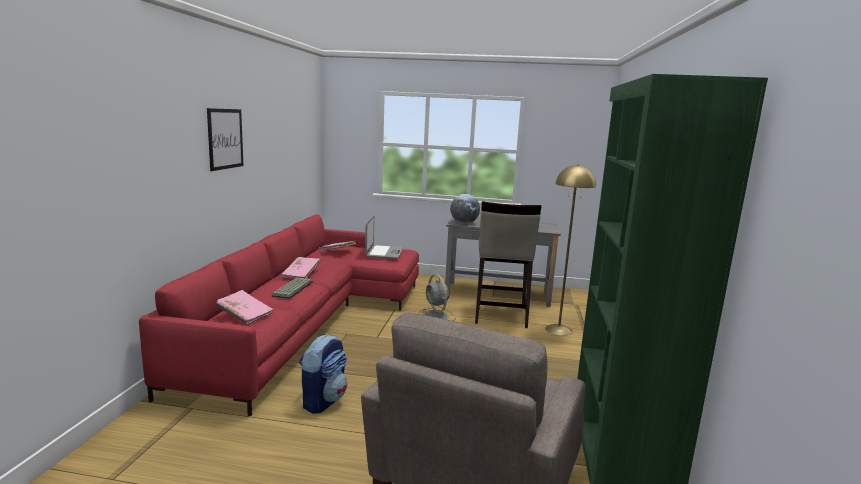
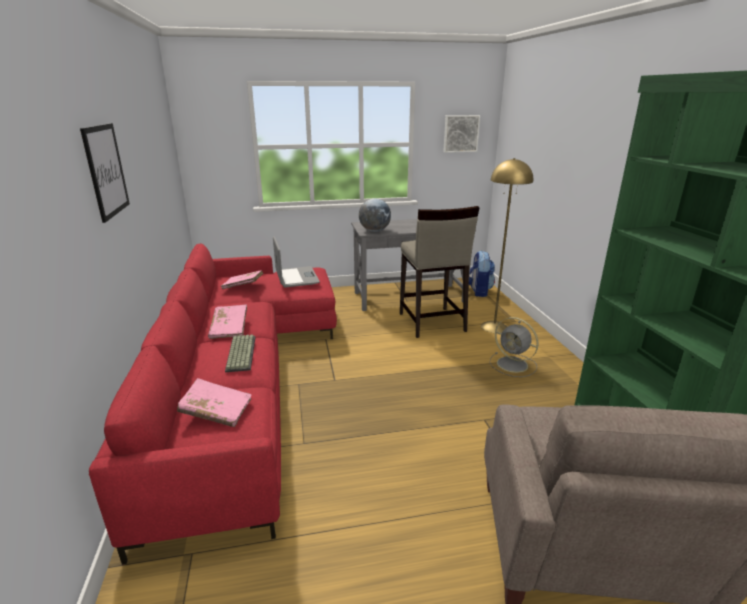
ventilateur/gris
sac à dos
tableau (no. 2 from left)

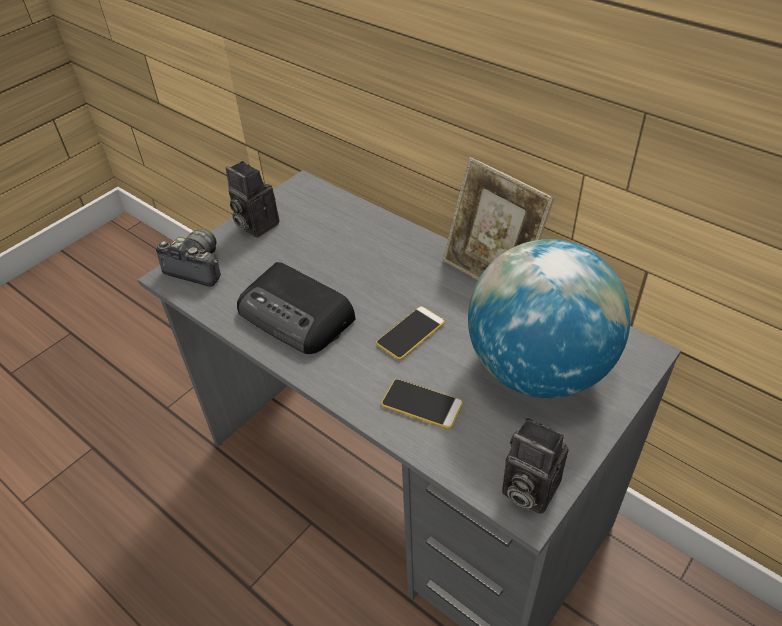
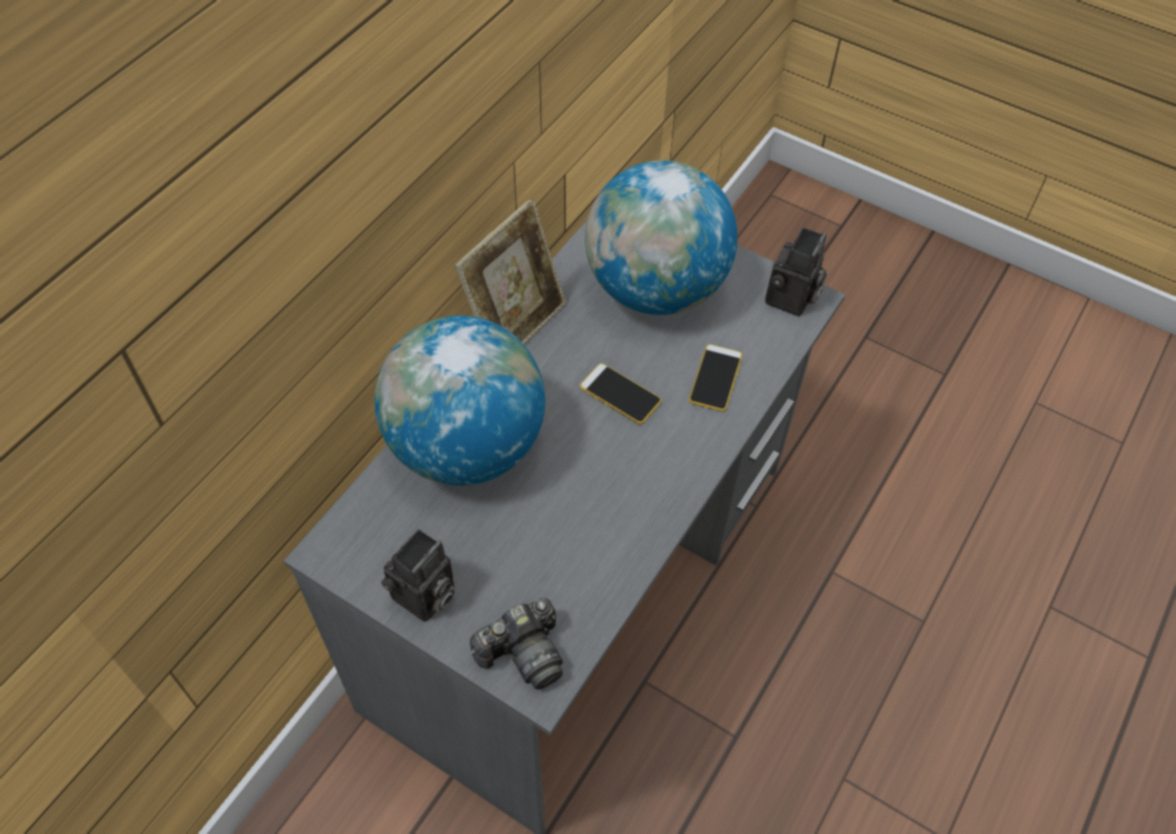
appareil photo (no. 2 from left)
radio
globe (no. 1 from left)

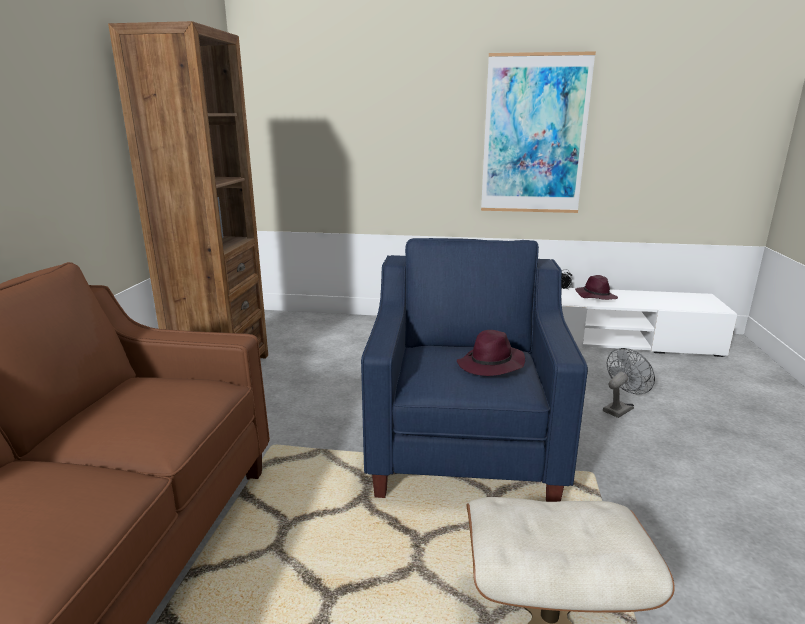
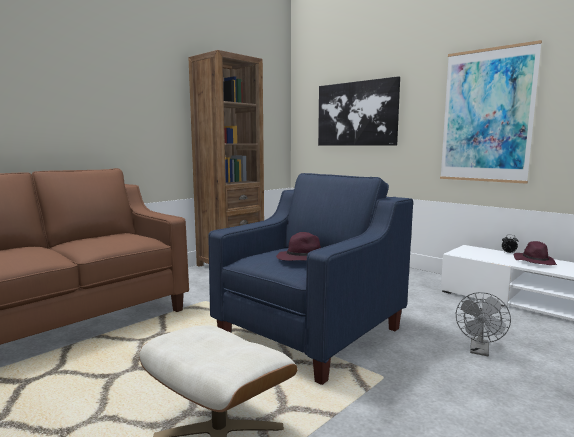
ventilateur/gris
tableau (no. 1 from left)

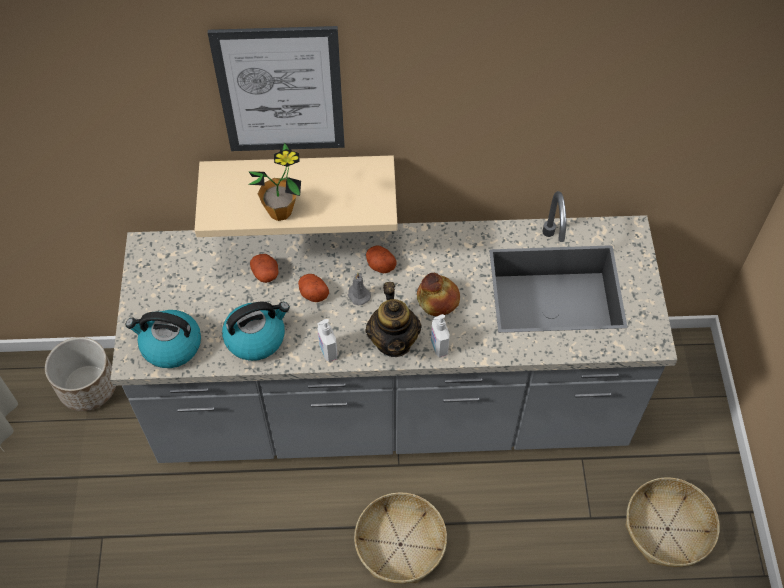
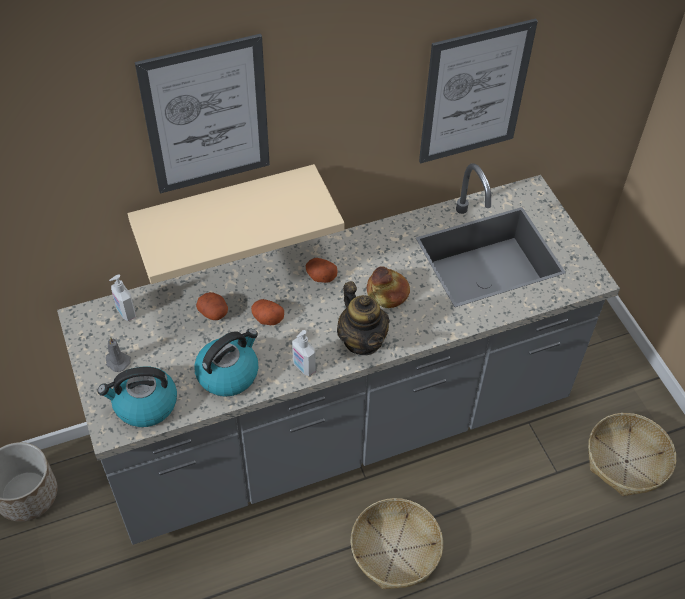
plante en pot
bougie/gris
distributeur de savon (no. 1 from left)
tableau (no. 2 from left)

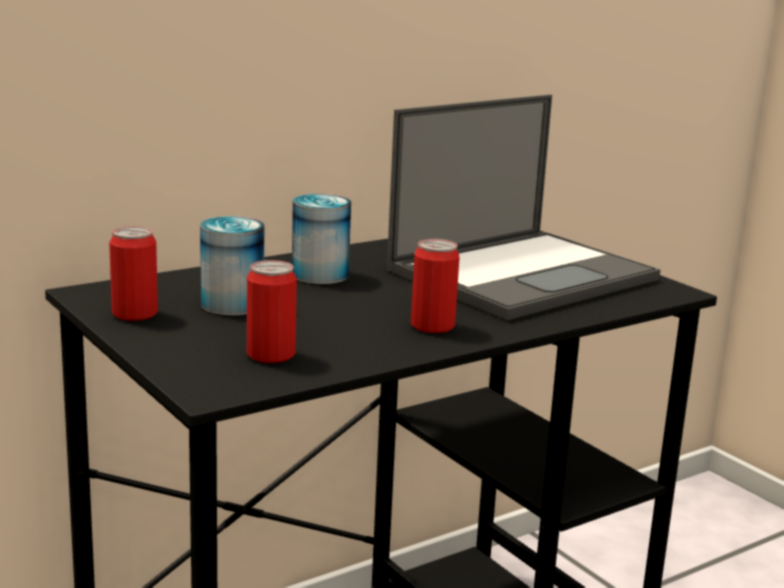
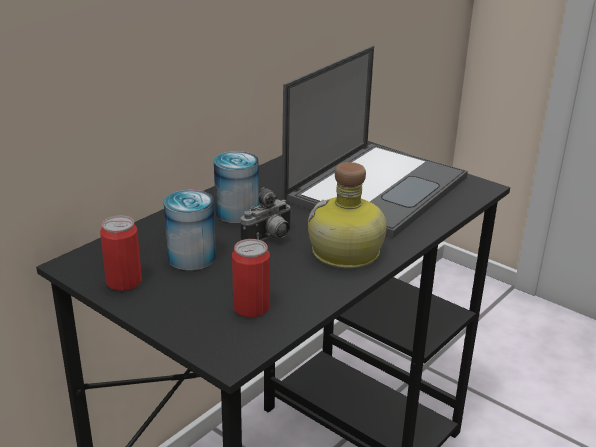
bouteille
appareil photo

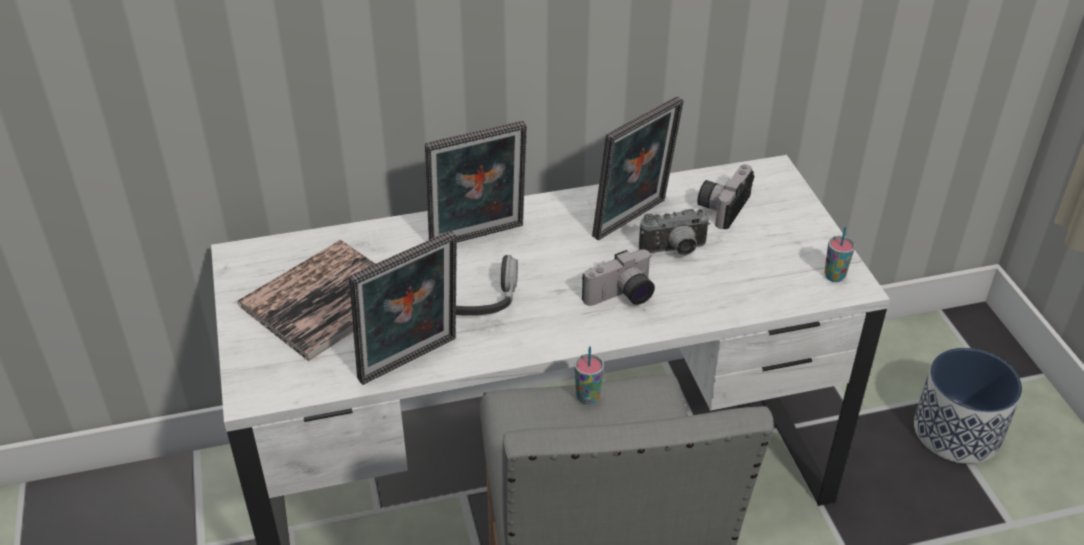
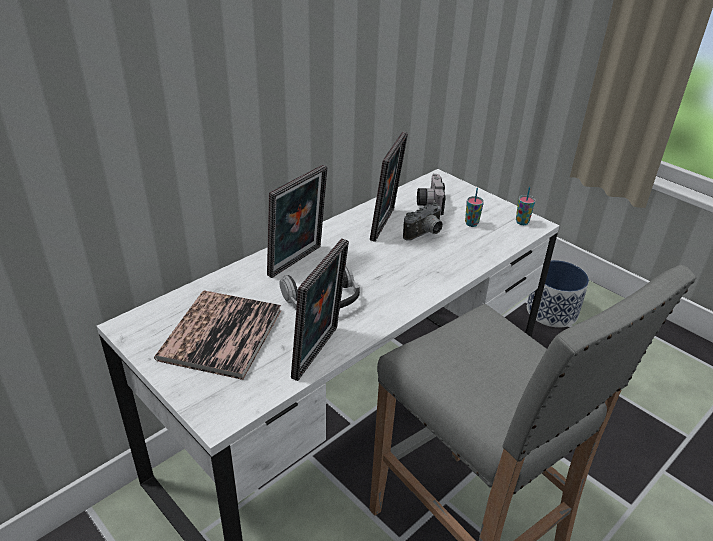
appareil photo (no. 1 from left in the first image)
tasse (no. 1 from left)

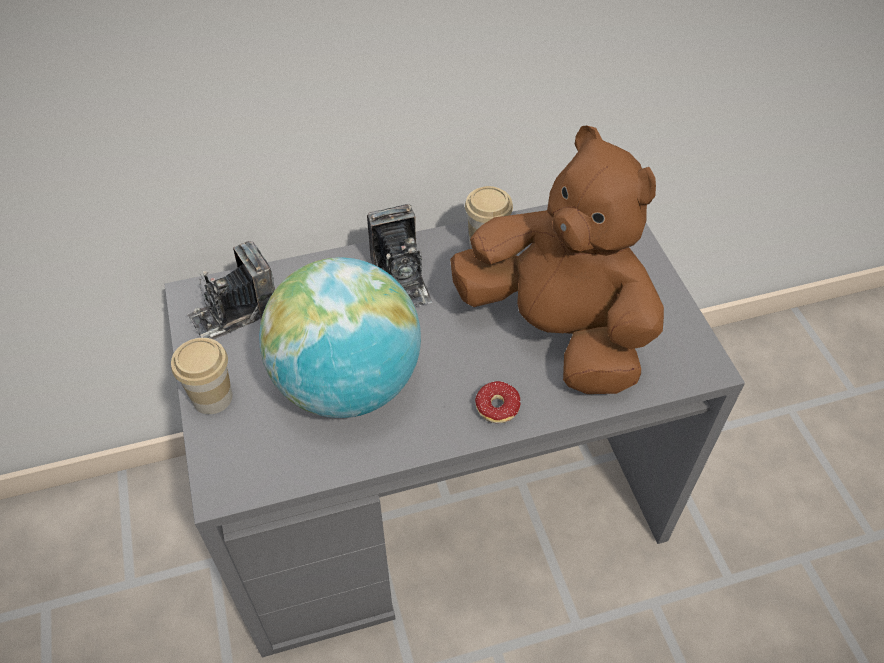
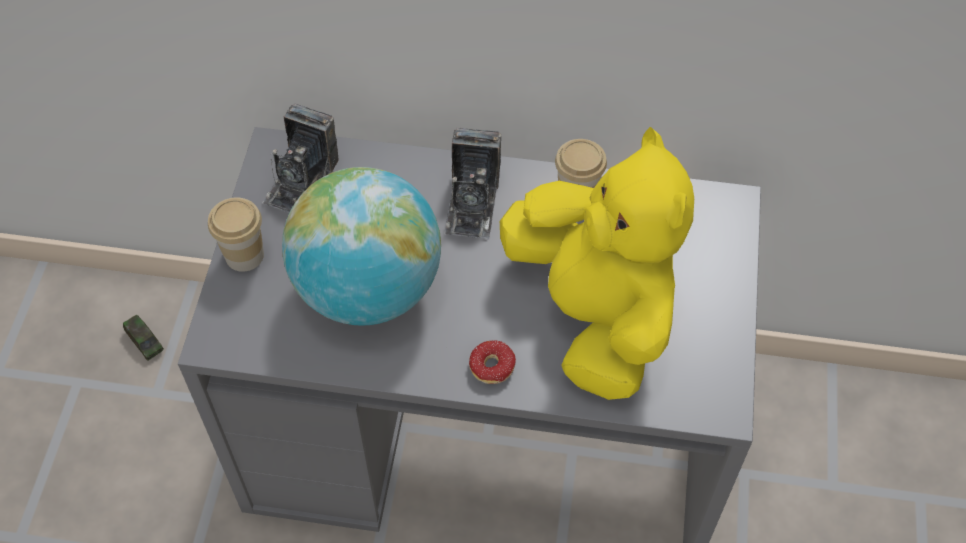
peluche/jaune
appareil photo (no. 1 from left)
petite voiture

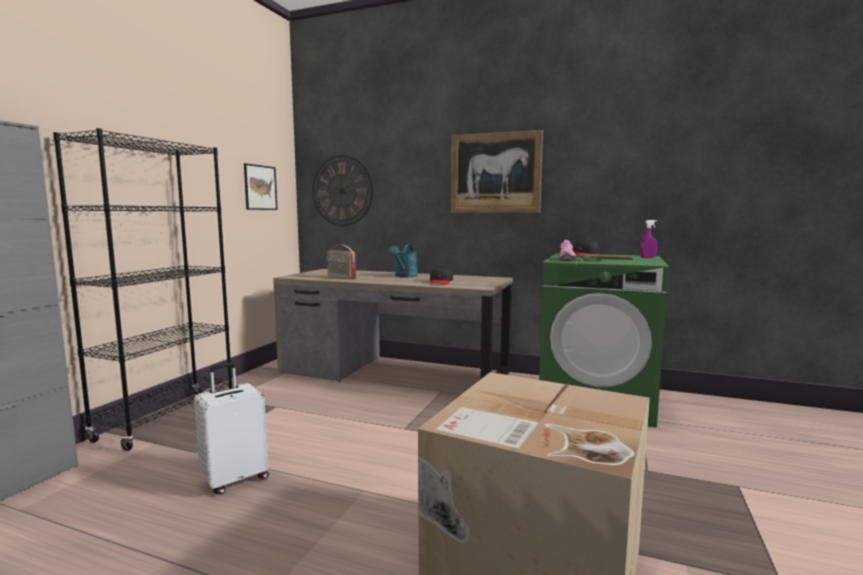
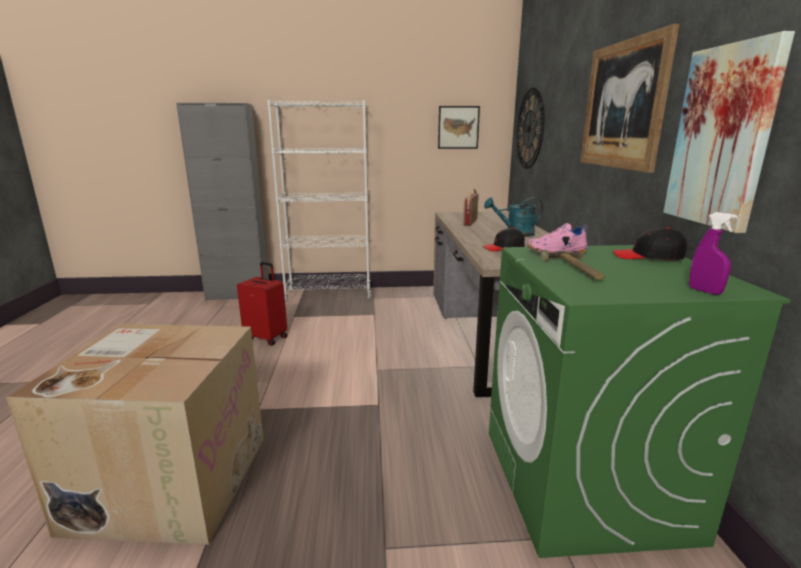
bibliothèque/blanc
valise/rouge
tableau (no. 3 from left)

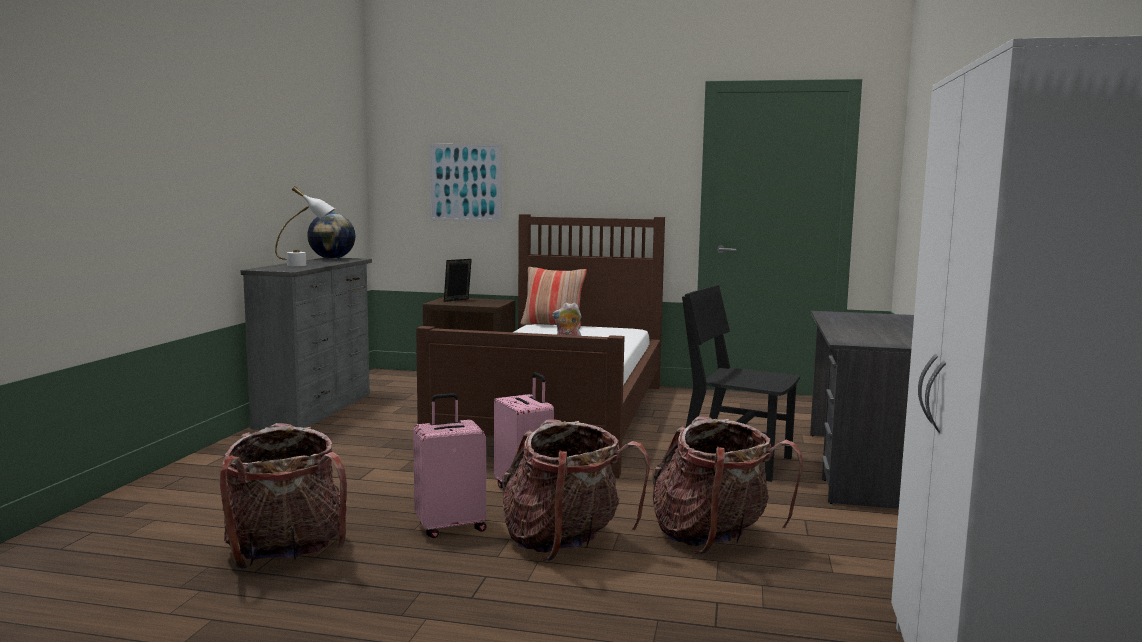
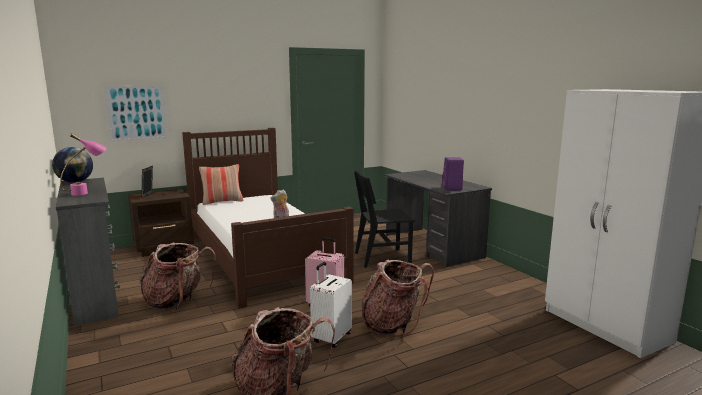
lampe de table/rose
valise/blanc
sac à dos (no. 1 from left)
enceinte/violet

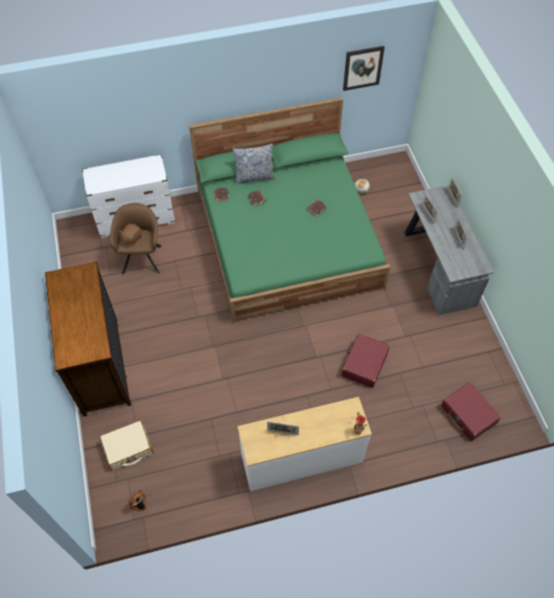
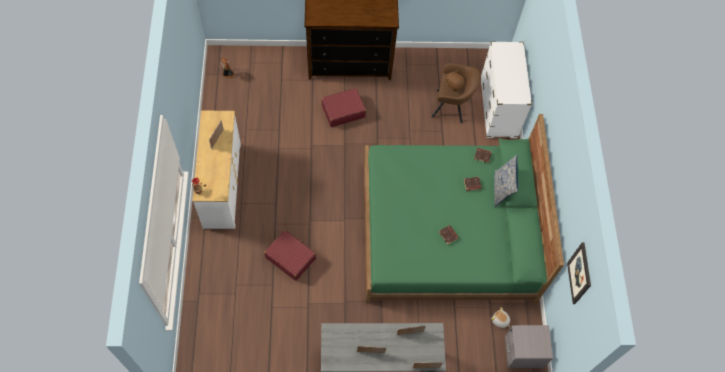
valise/rouge (no. 2 from left)
valise/beige
table de chevet/gris

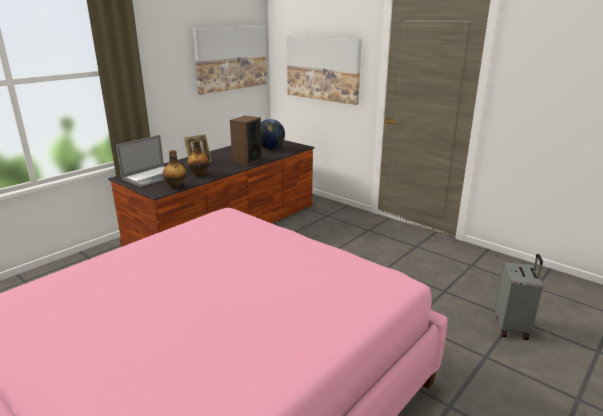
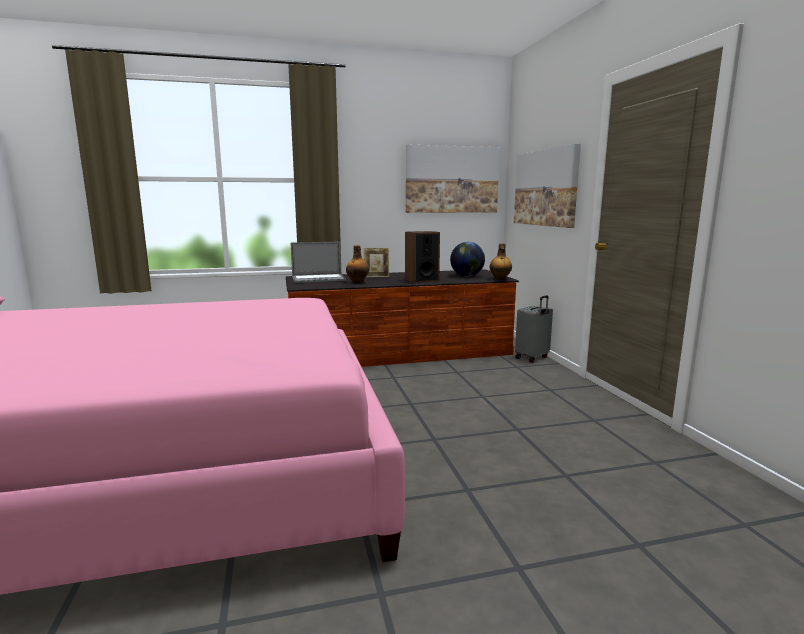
bouteille (no. 2 from left)
valise/gris

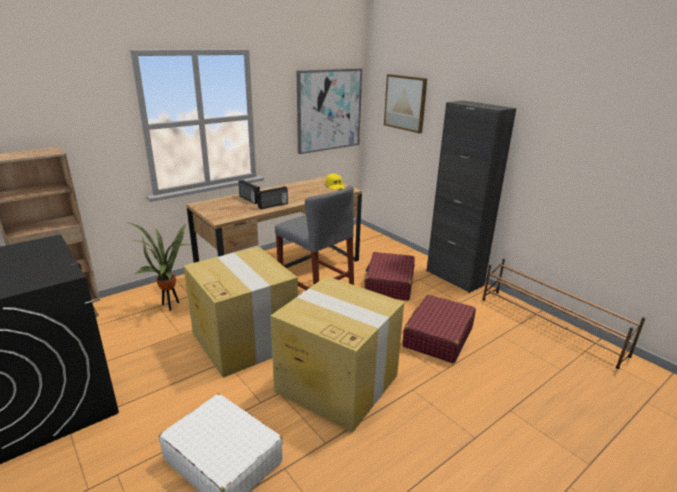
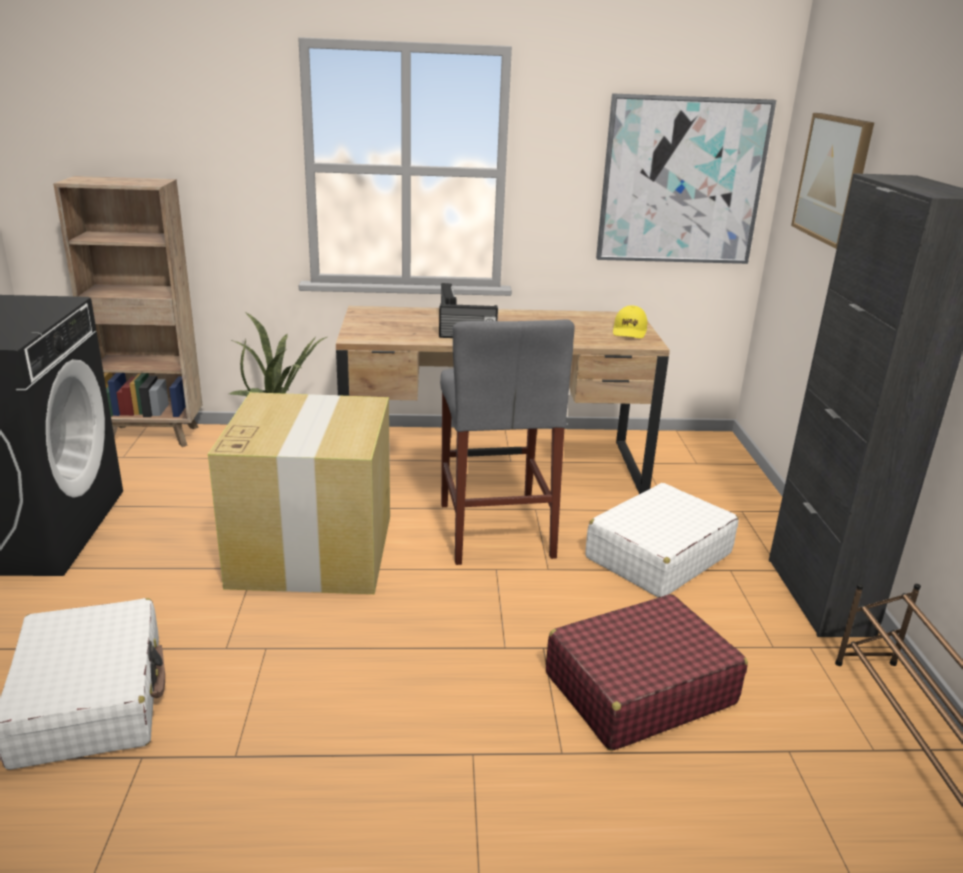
valise/blanc (no. 2 from left)
carton (no. 2 from left in the first image)

